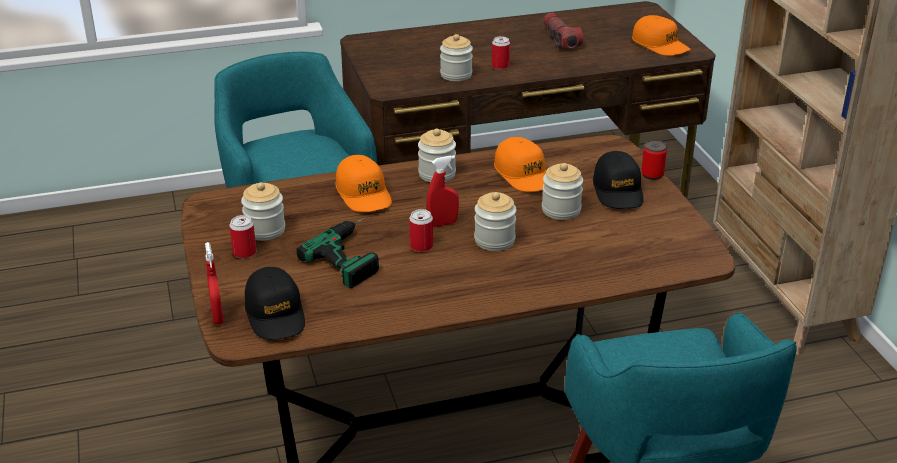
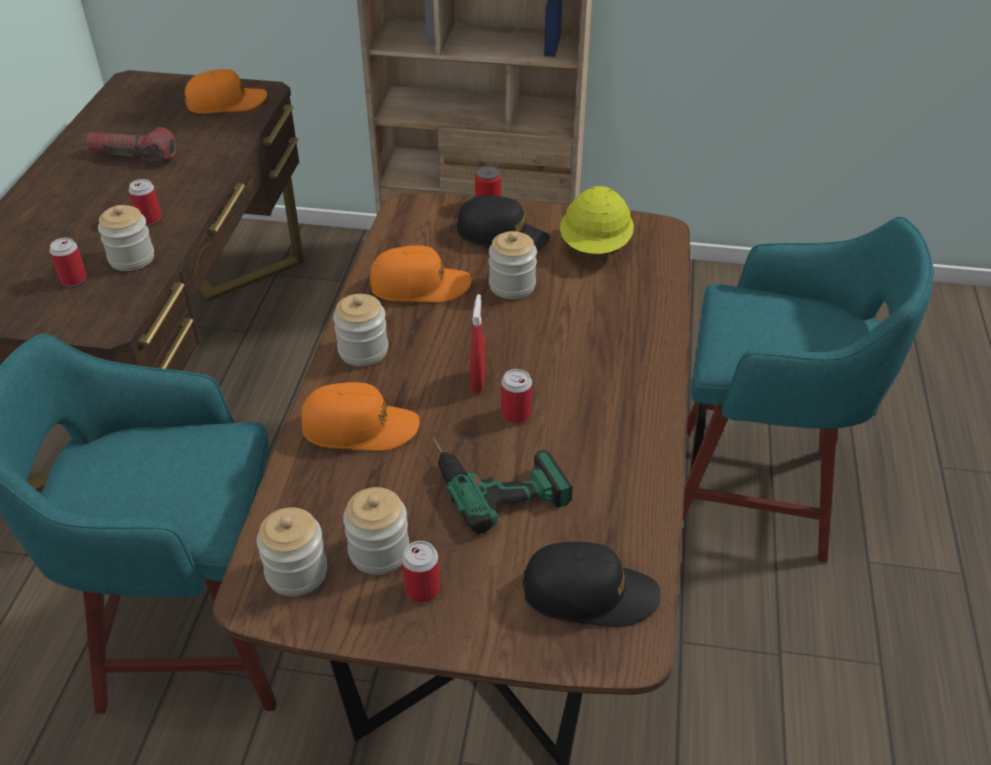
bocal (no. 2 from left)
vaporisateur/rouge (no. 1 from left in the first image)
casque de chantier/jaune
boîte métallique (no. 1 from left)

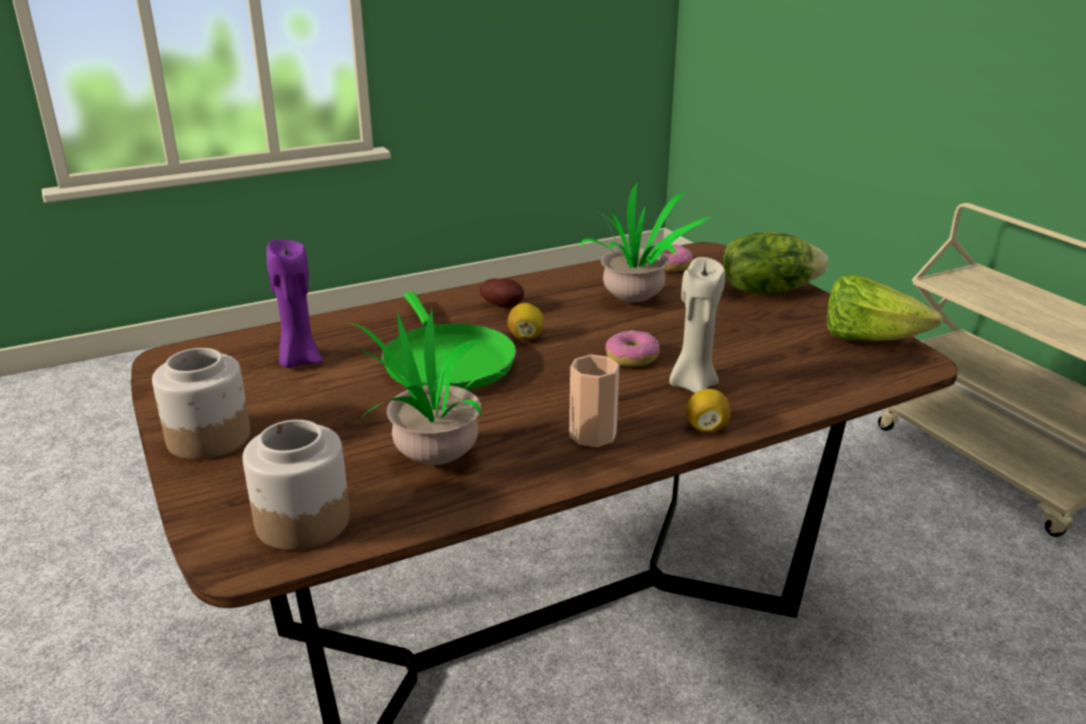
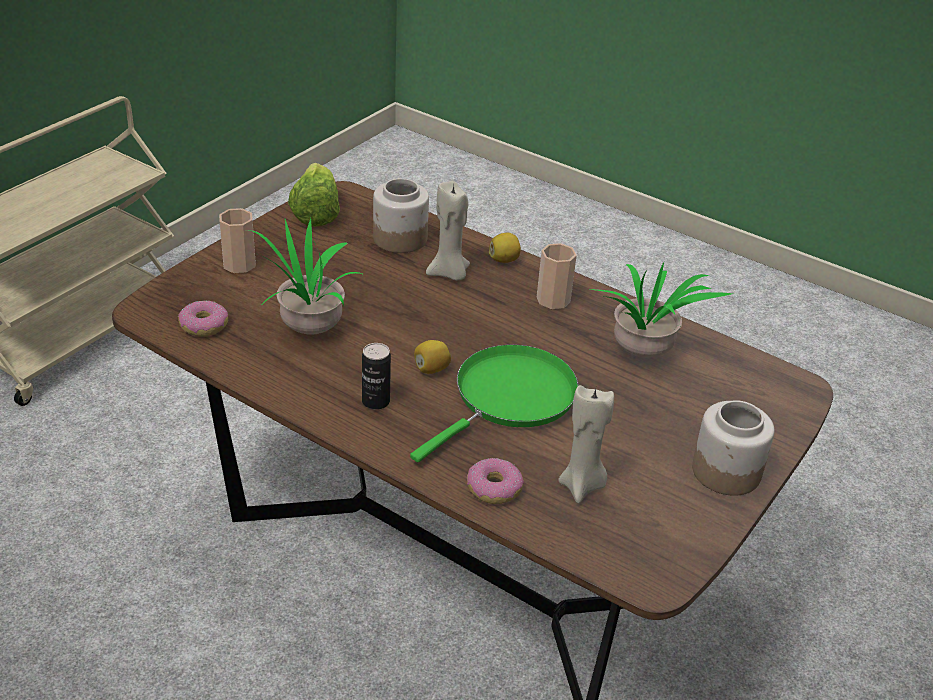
tasse (no. 1 from left)
bougie/beige (no. 2 from left)
boîte métallique
beignet (no. 2 from left)
bocal (no. 1 from left)

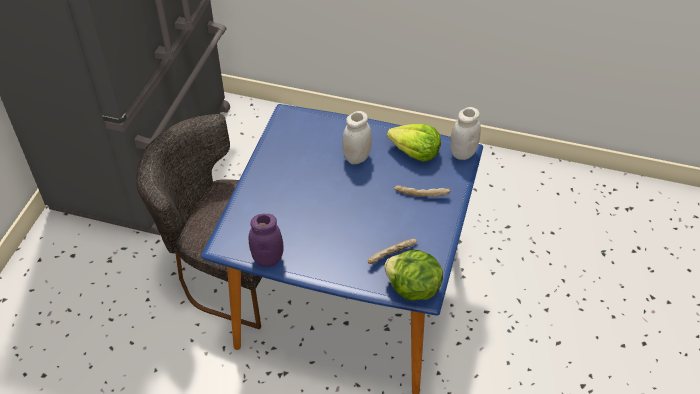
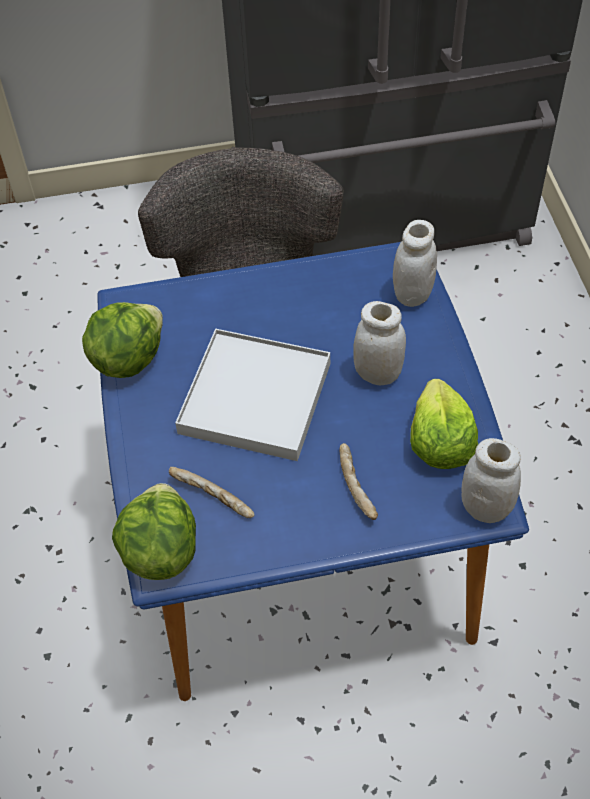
laitue (no. 1 from left)
bocal/blanc (no. 2 from left)
plateau/blanc

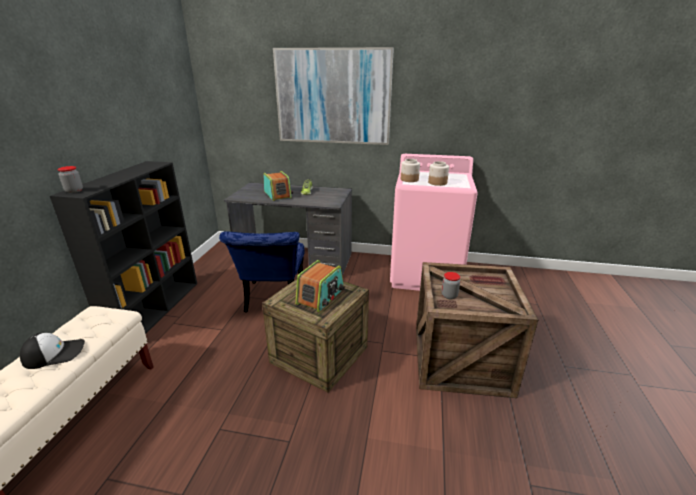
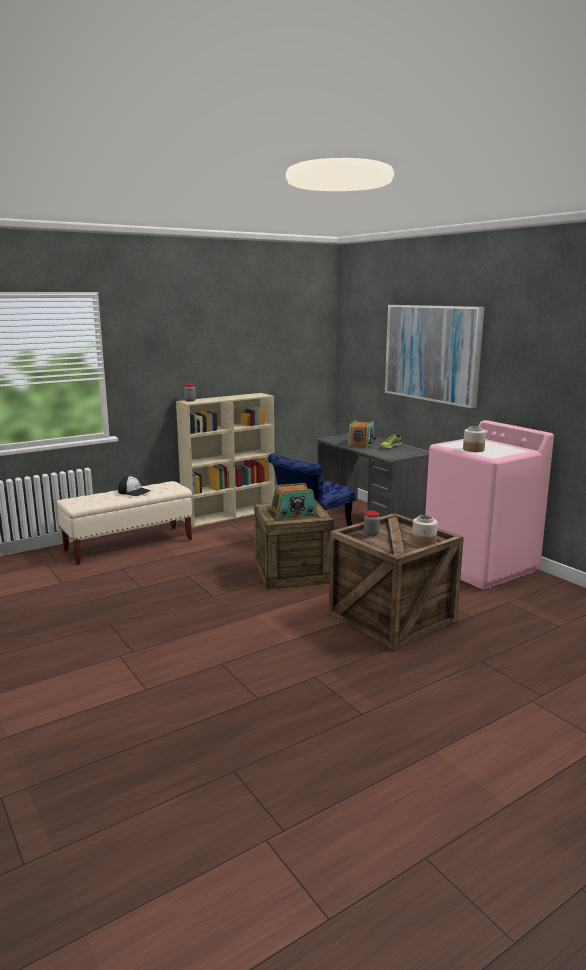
bocal (no. 3 from left)
bibliothèque/beige

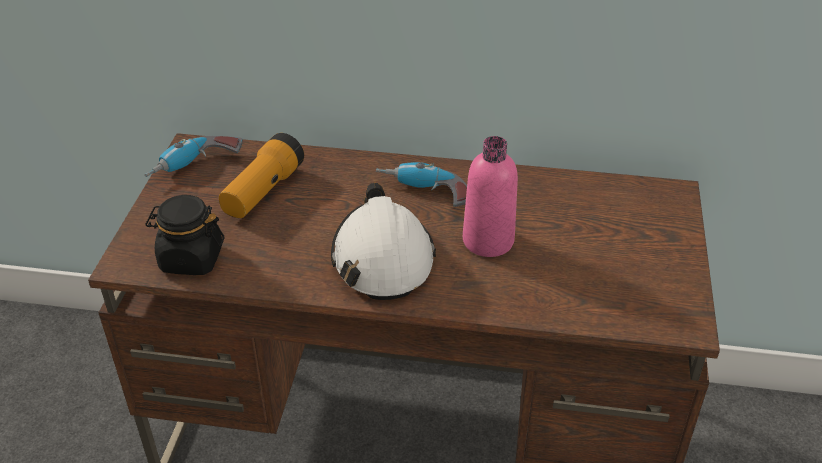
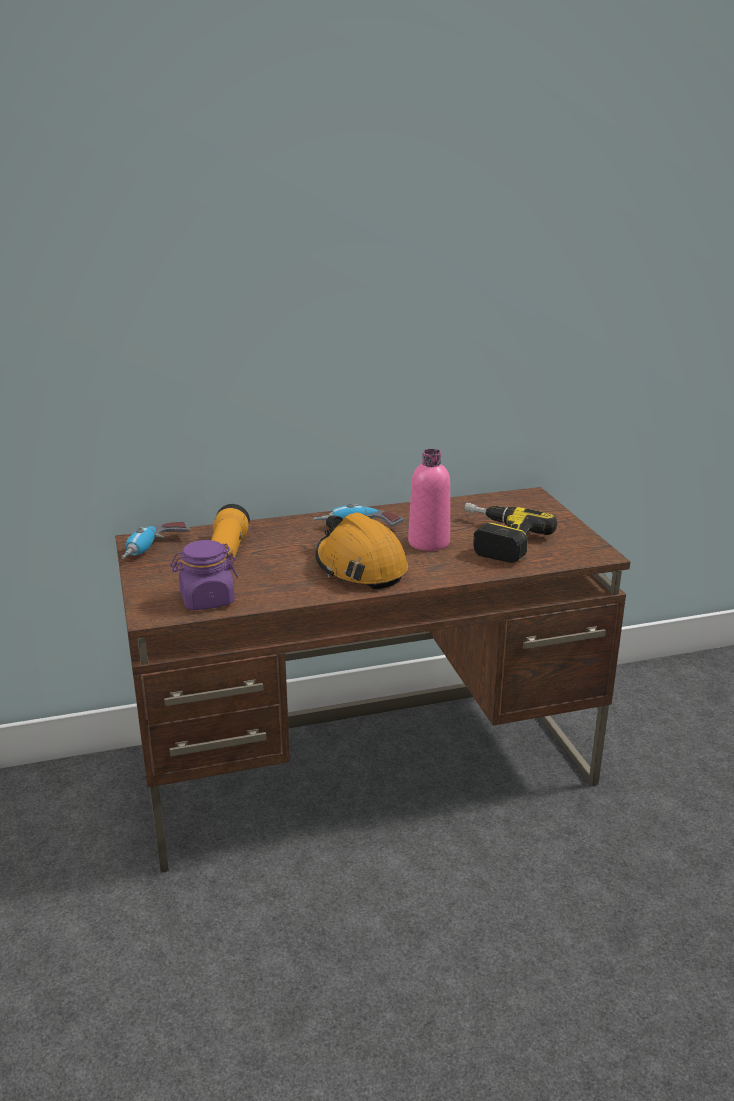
casque de chantier/orange
bocal/violet
perceuse (no. 3 from left)

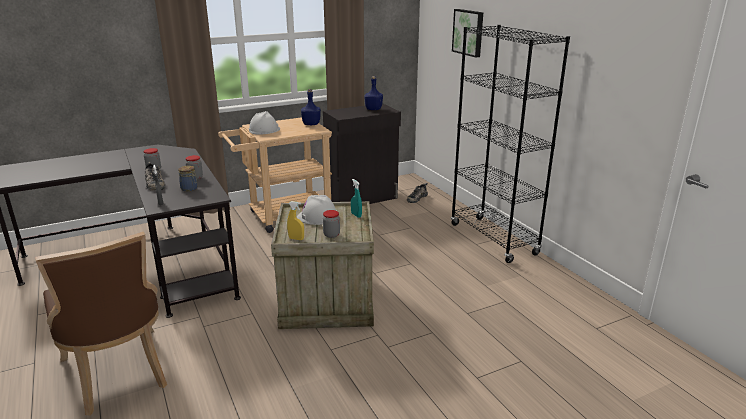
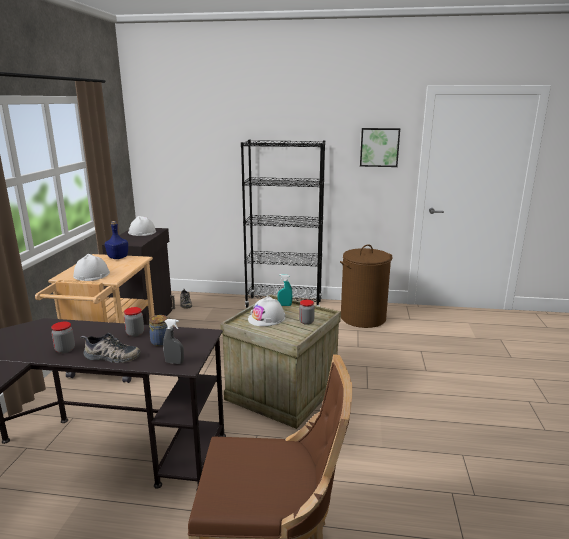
tableau
casque de chantier/blanc (no. 2 from left)
vaporisateur/jaune
panier à linge/marron

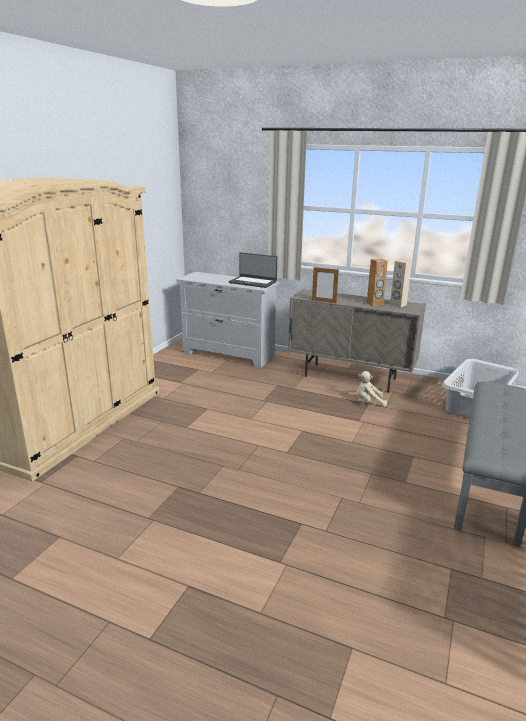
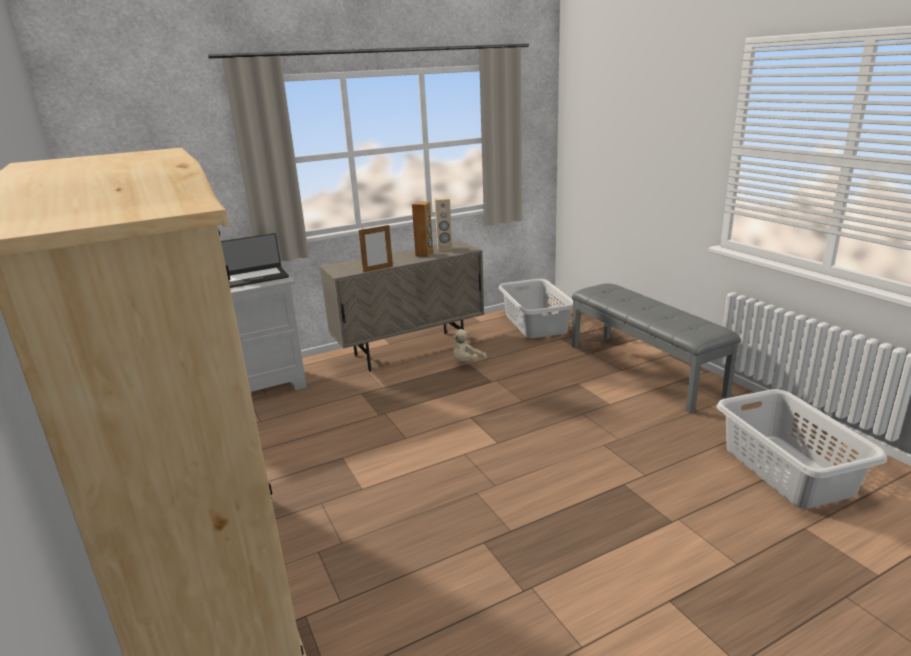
panier à linge/gris (no. 2 from left)

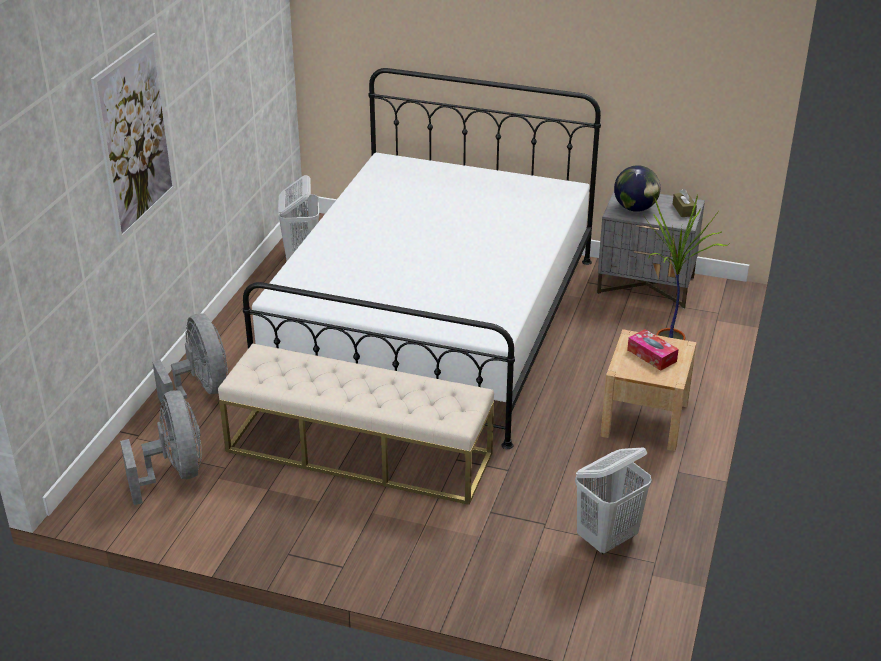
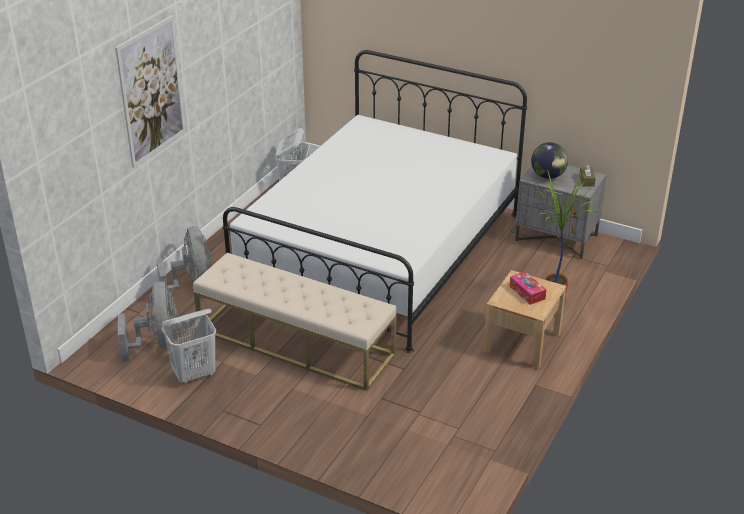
panier à linge/blanc (no. 1 from left)

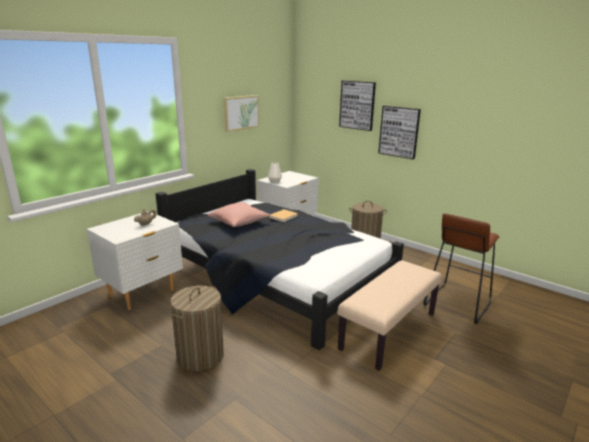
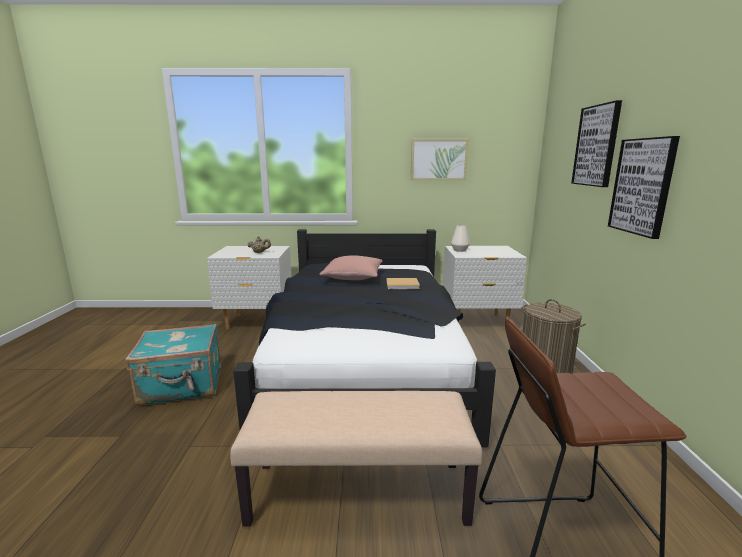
valise/turquoise

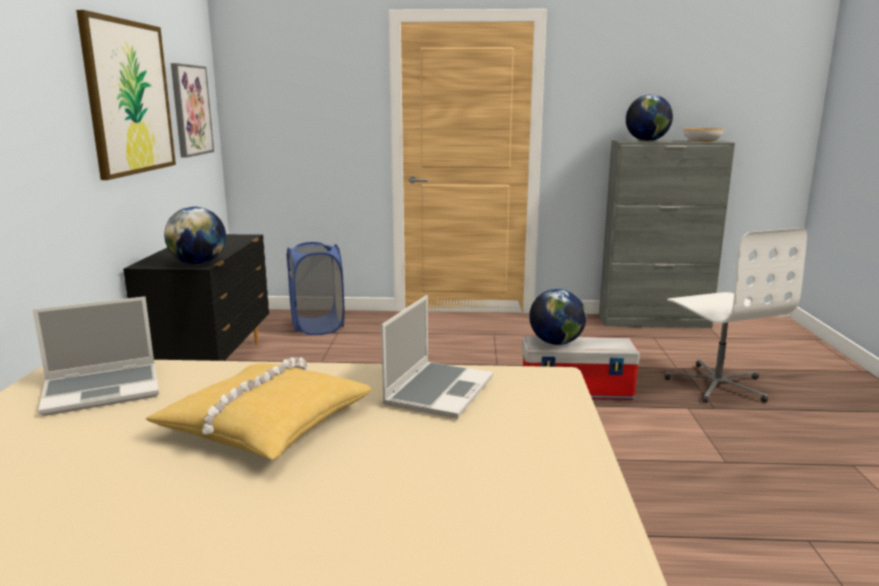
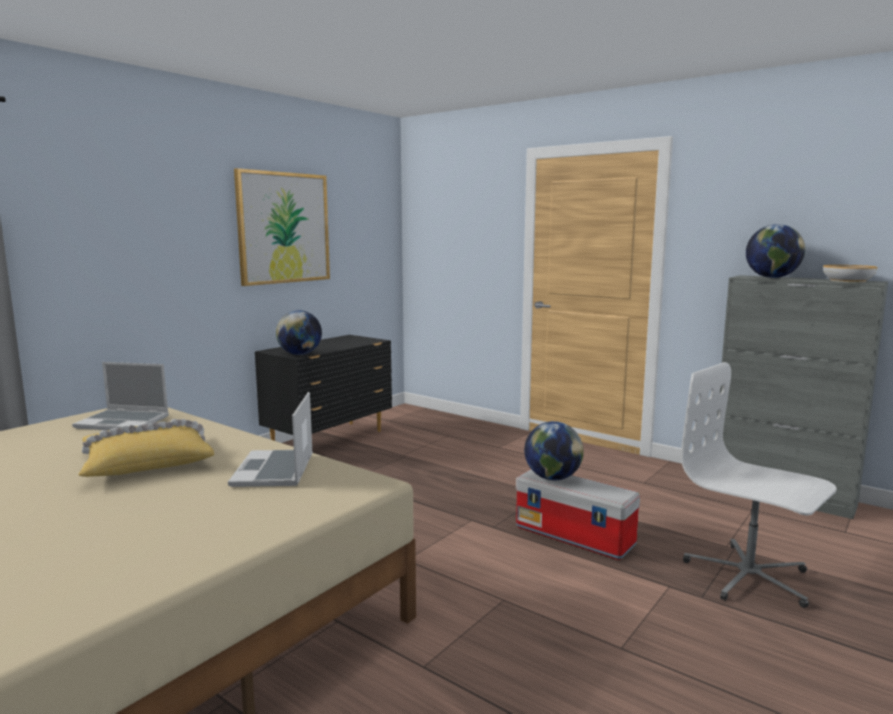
tableau (no. 2 from left in the first image)
chaise de bureau/blanc
panier à linge/bleu
ordinateur portable (no. 2 from left)

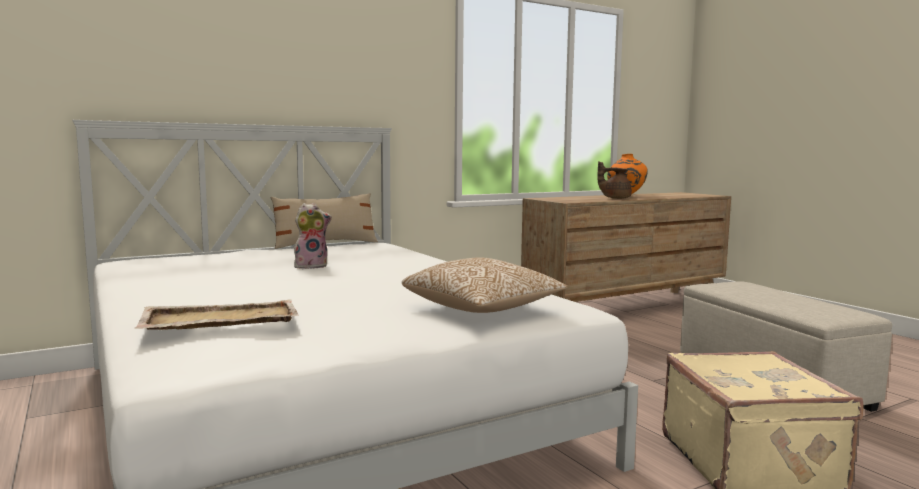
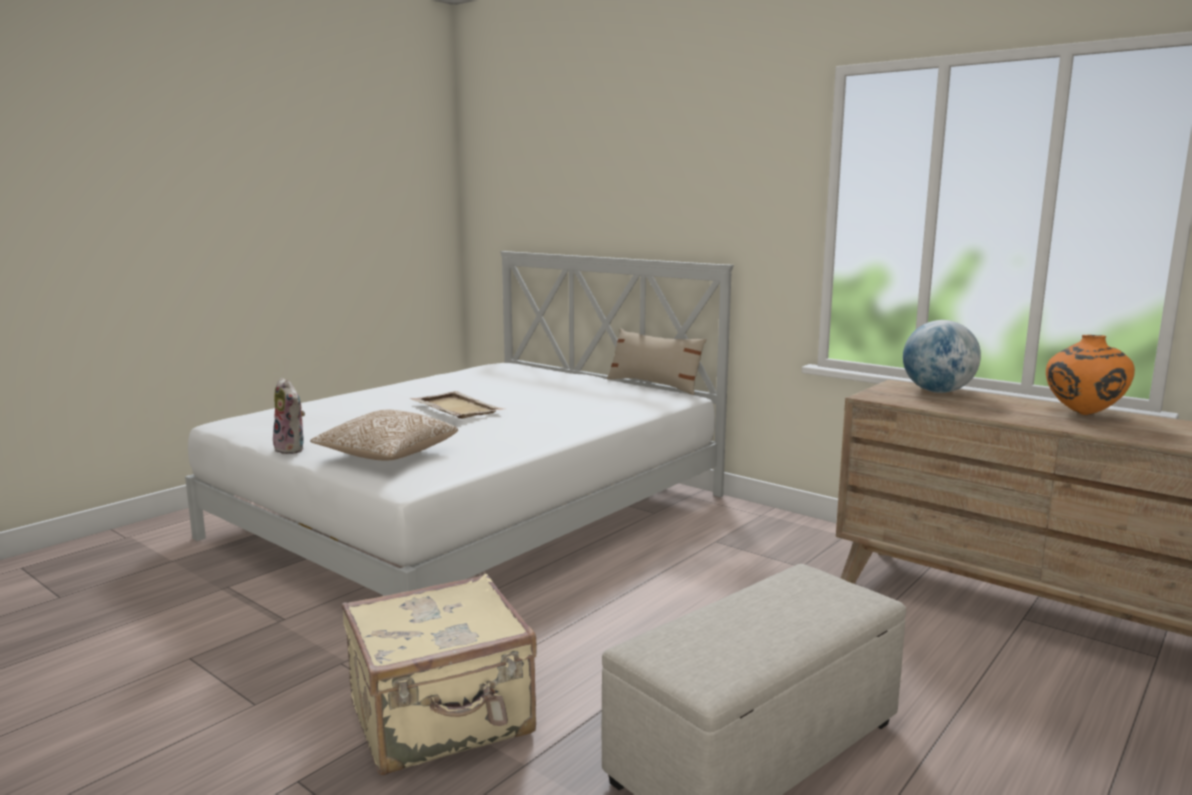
théière/marron
peluche
plateau/beige
globe

